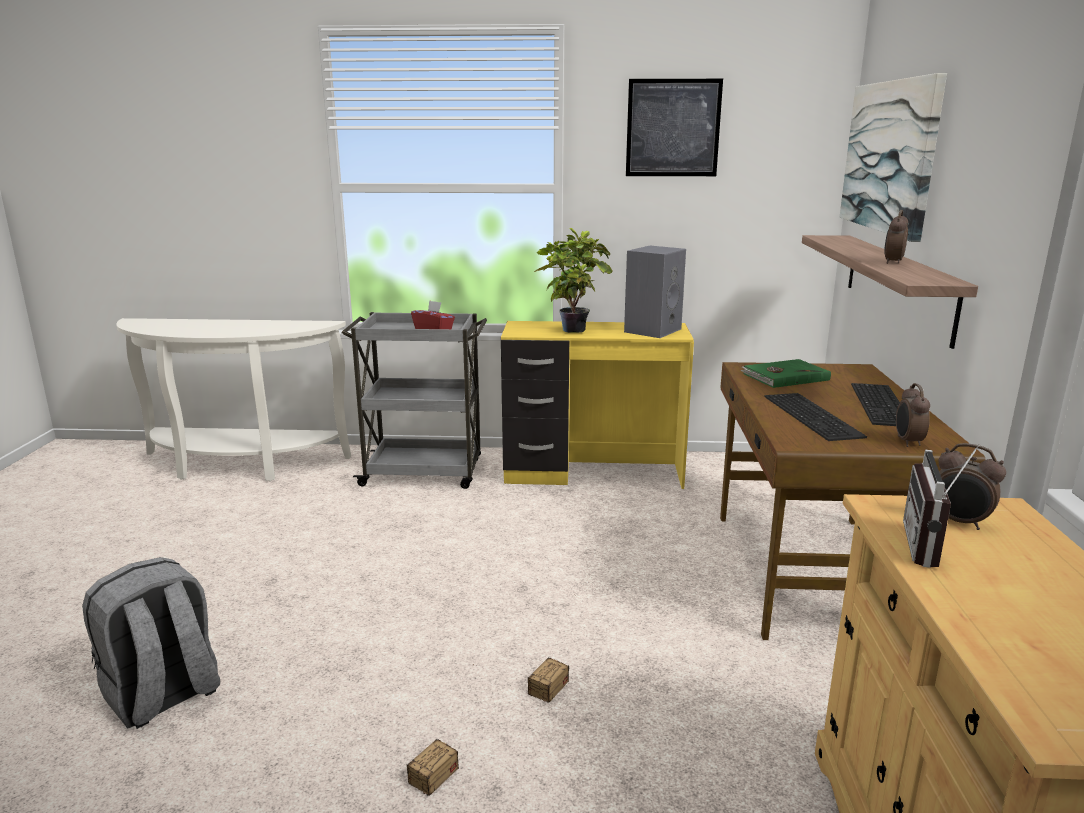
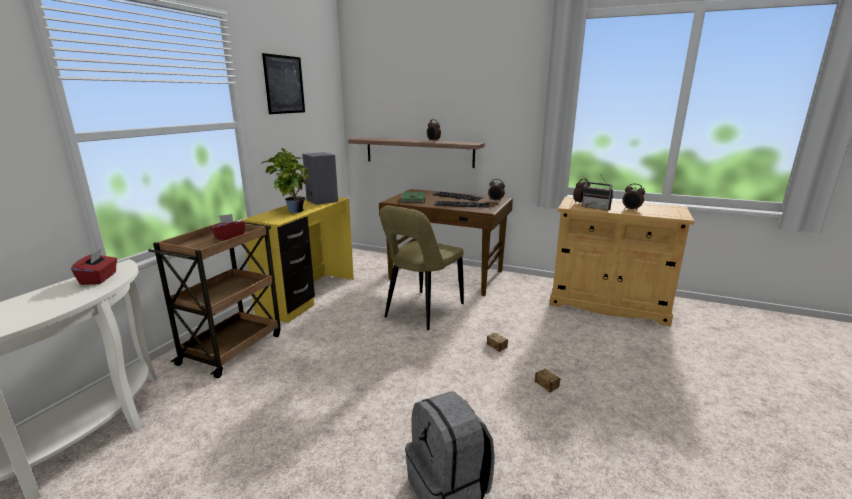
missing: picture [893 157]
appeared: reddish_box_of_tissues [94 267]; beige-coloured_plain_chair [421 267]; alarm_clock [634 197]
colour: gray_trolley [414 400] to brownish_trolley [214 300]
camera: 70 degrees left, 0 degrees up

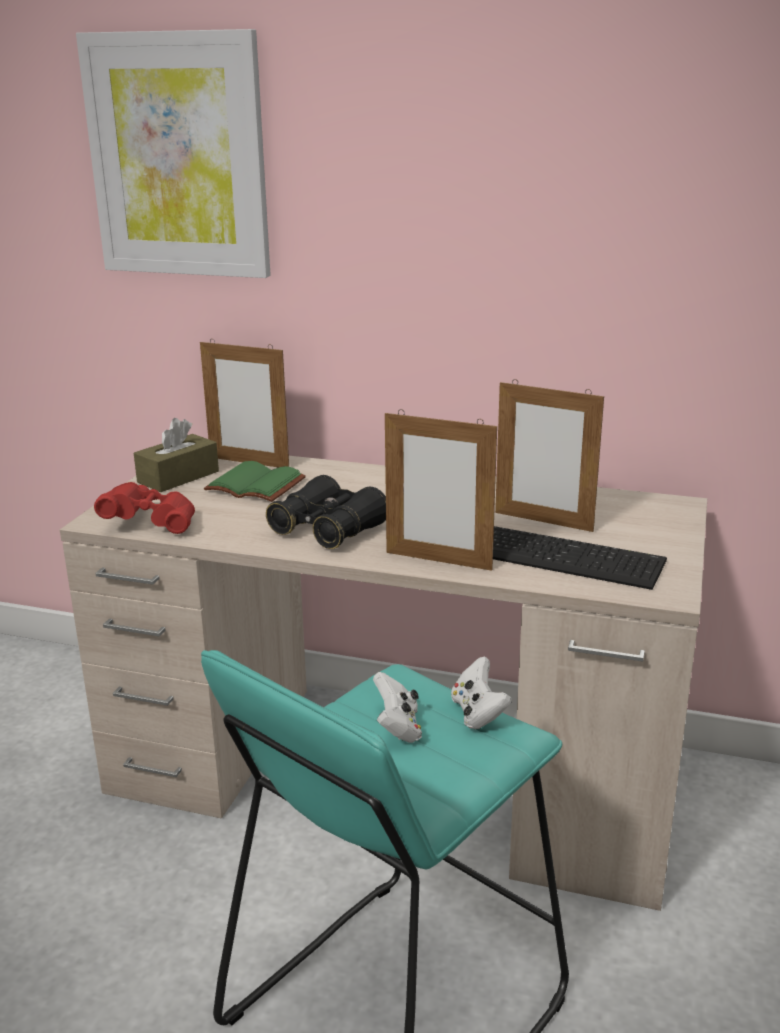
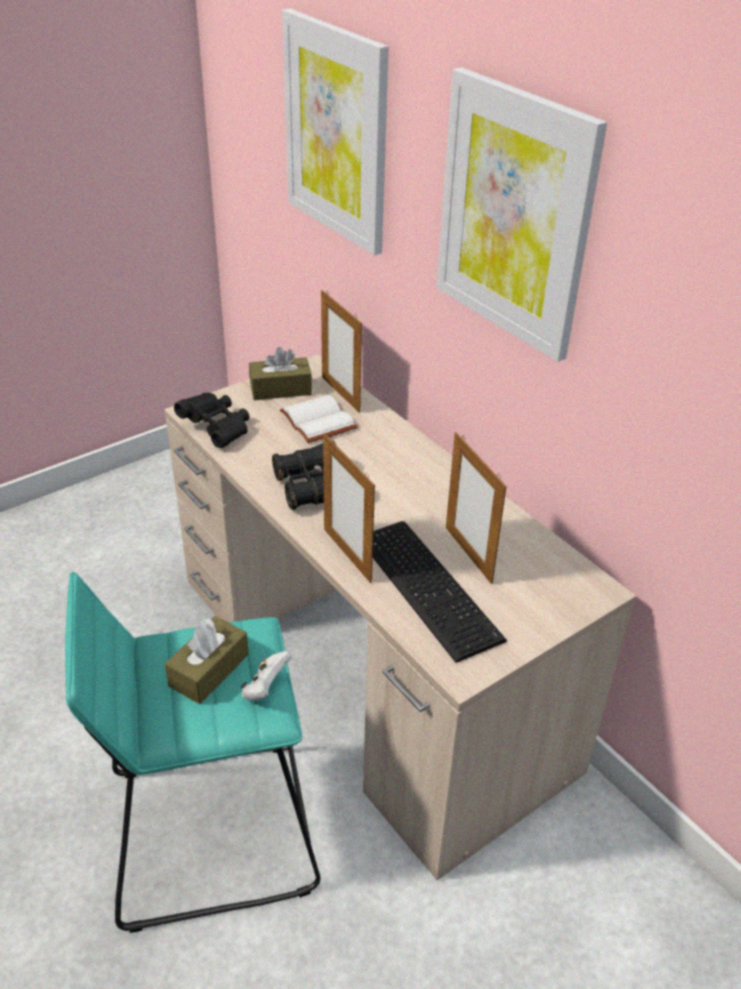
appeared: picture [522 214]
exchanged: white_game_controller [397 707] to brownish_box_of_tissues [207 660]
colour: reddish_field_glasses [144 508] to black_field_glasses [211 420]; greenish_book [255 481] to white_book [319 419]
camera: 35 degrees right, 15 degrees up

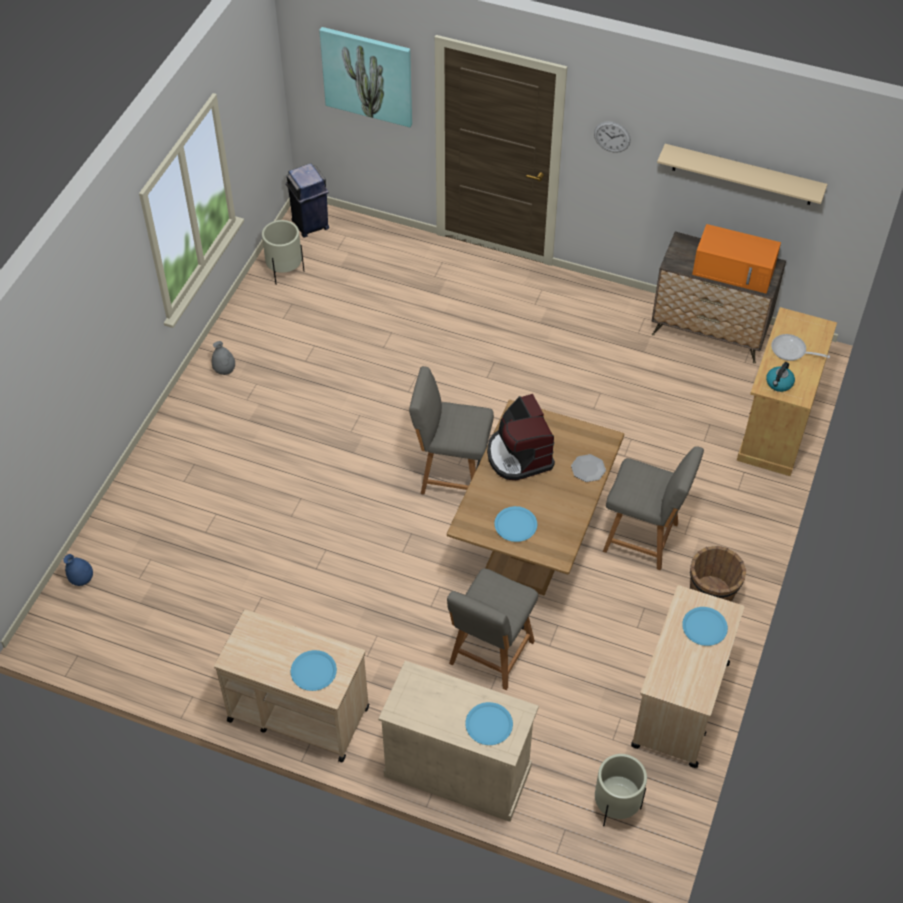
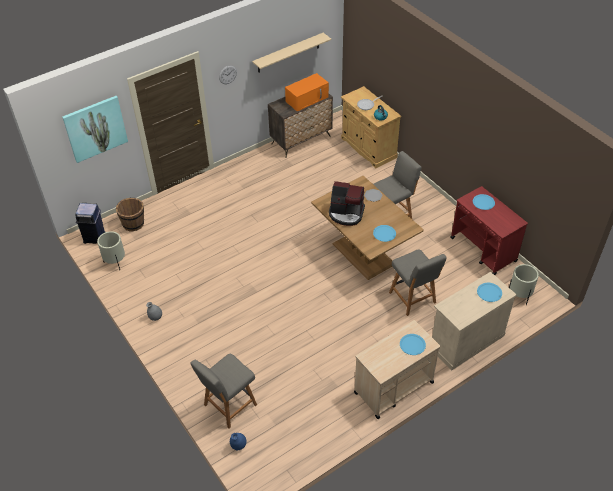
relocated: gray_plain_chair [451 430] to [224 391]; brownish_pail [718 574] to [130 214]
colour: beige-coloured_trolley [687 676] to reddish_trolley [489 230]
camera: 55 degrees left, 5 degrees down

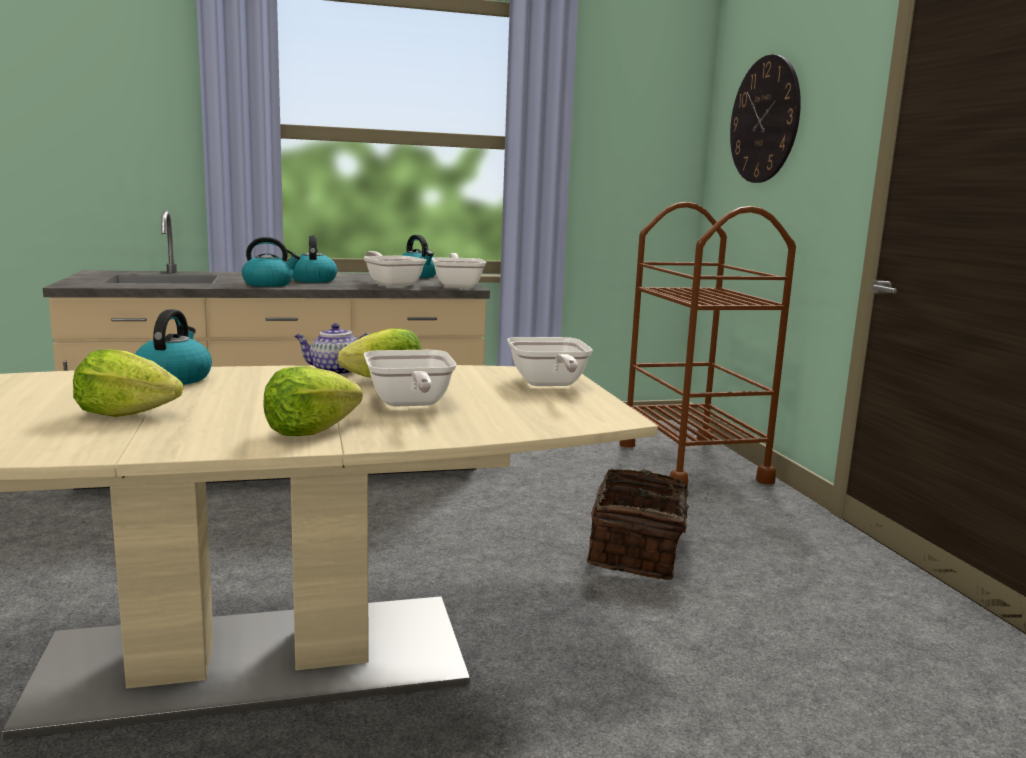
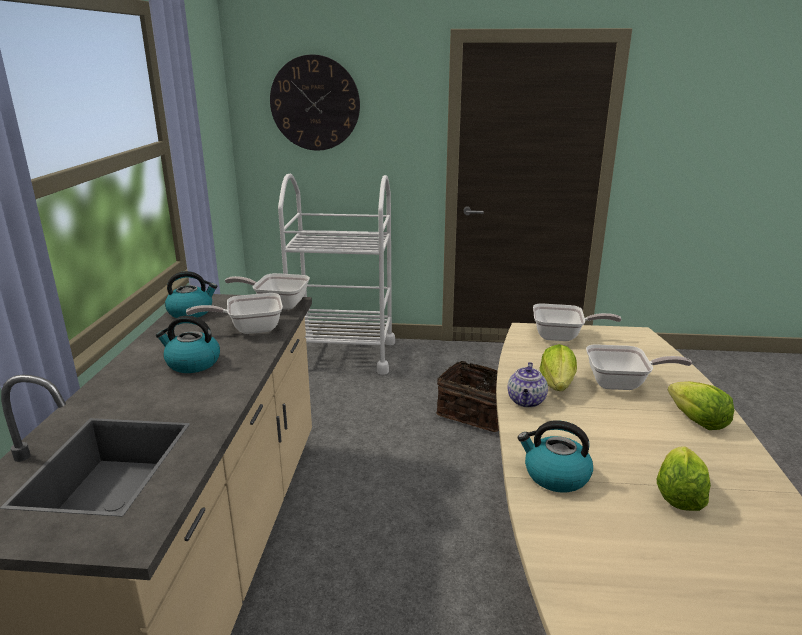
missing: tea_kettle [271 262]
colour: brownish_trolley [707 345] to white_trolley [336 274]
camera: 70 degrees left, 10 degrees up

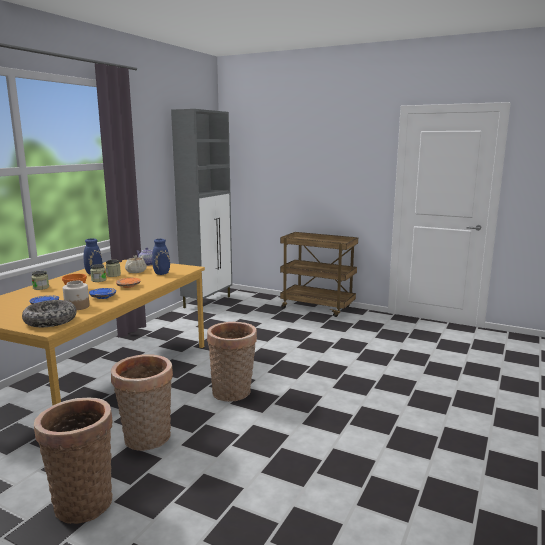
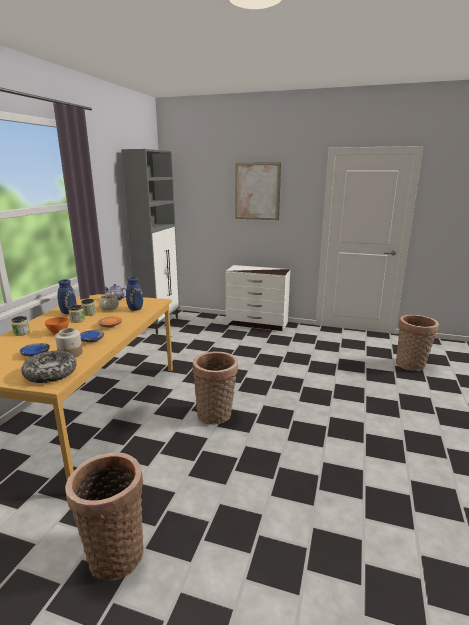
appeared: picture [258 191]
relocated: household_basket [142 402] to [417 343]
exchanged: brownish_trolley [319 274] to white_drawer_chest [258 298]
camera: 10 degrees left, 5 degrees up

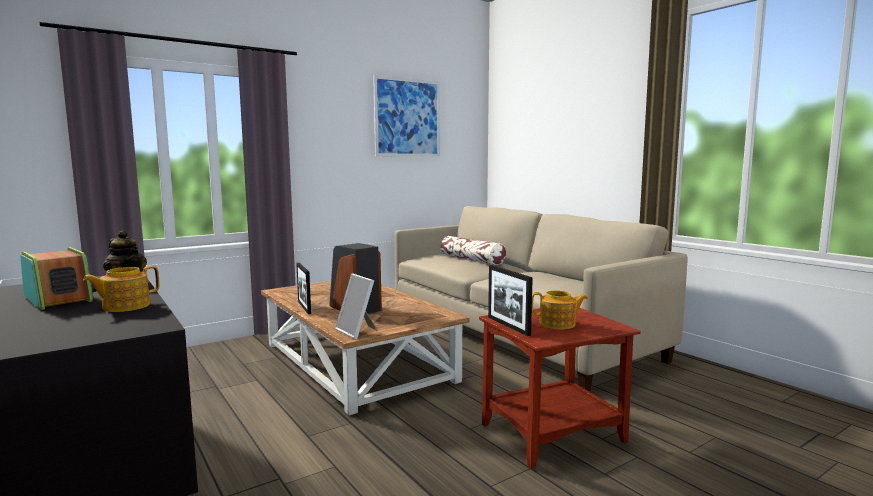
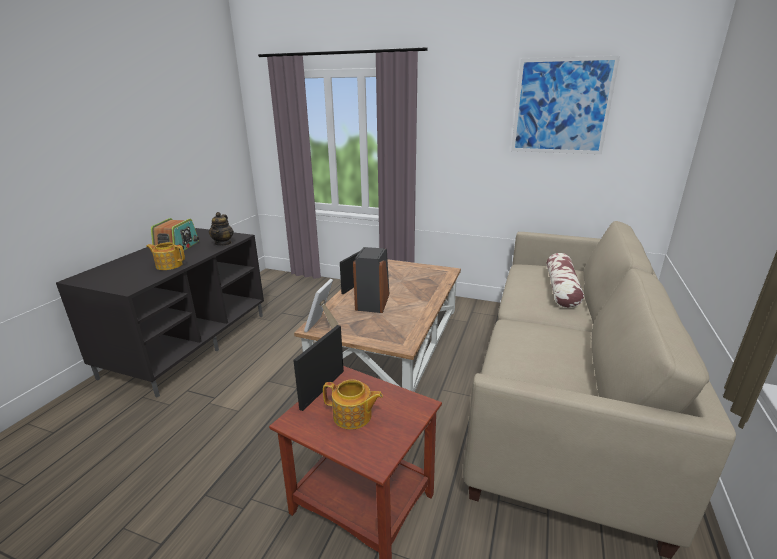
spun: pot_for_tea [560 310] = [353 405] 45 degrees counterclockwise
camera: 55 degrees right, 15 degrees up

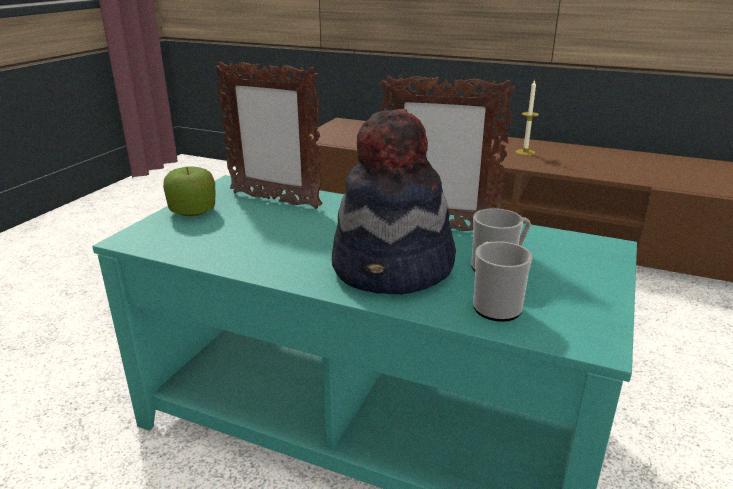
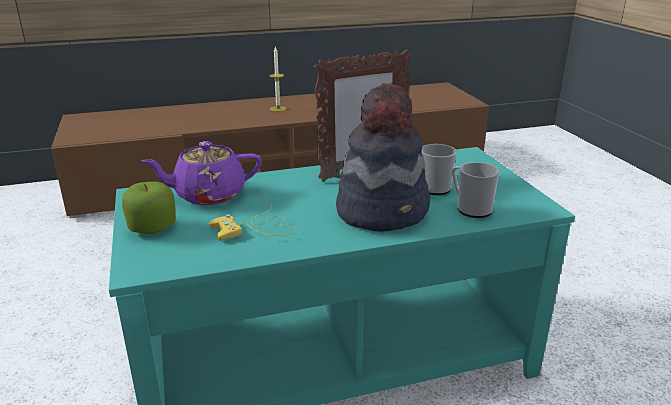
appeared: yellowish_game_controller [253 220]
exchanged: photo_frame [268 135] to purplish_pot_for_tea [201 173]
camera: 40 degrees left, 0 degrees up

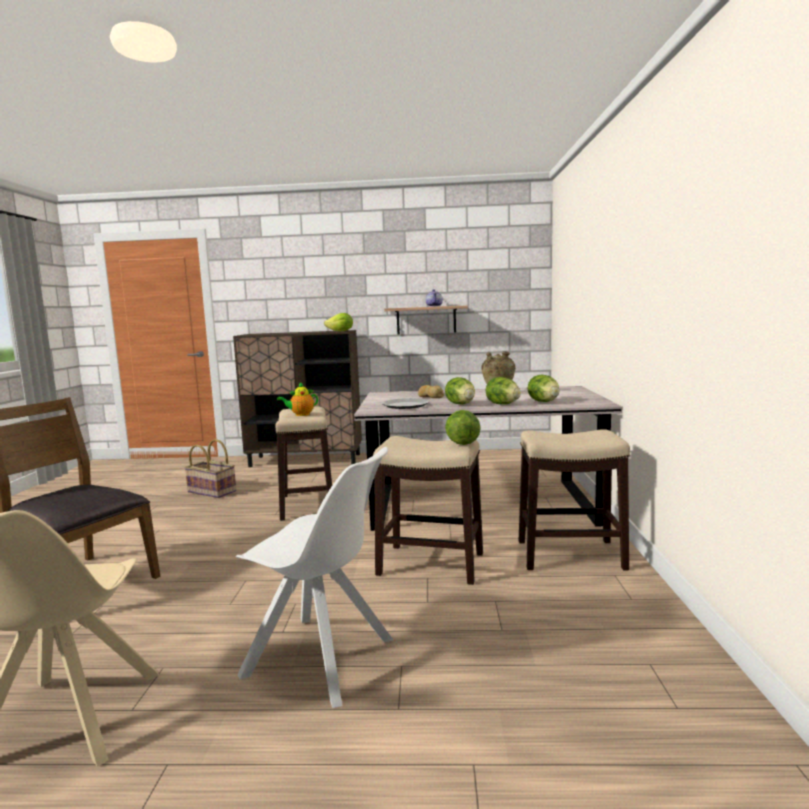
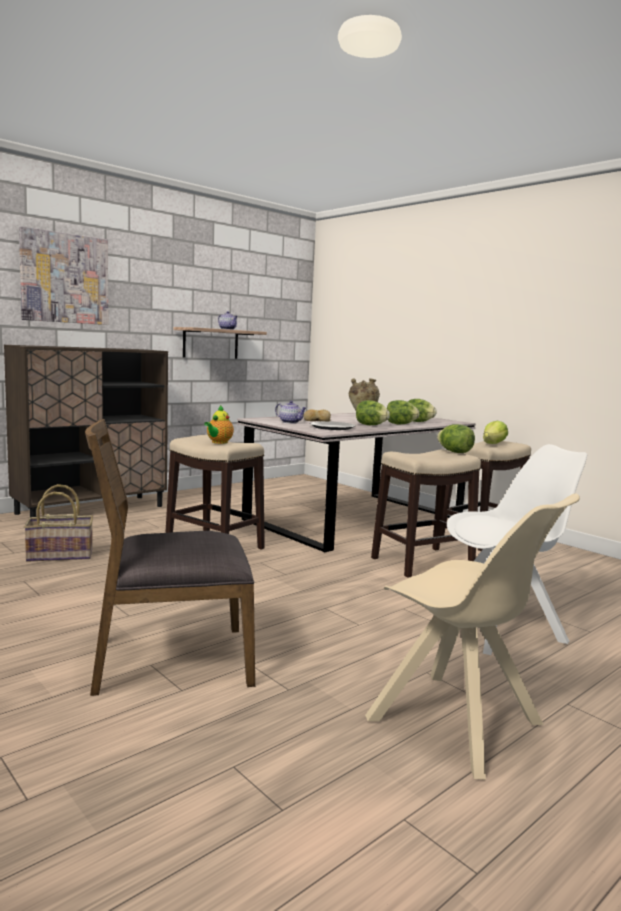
appeared: picture [63 275]; pot_for_tea [290 412]
relocated: head_of_lettuce [338 322] to [495 432]
camera: 45 degrees left, 0 degrees up

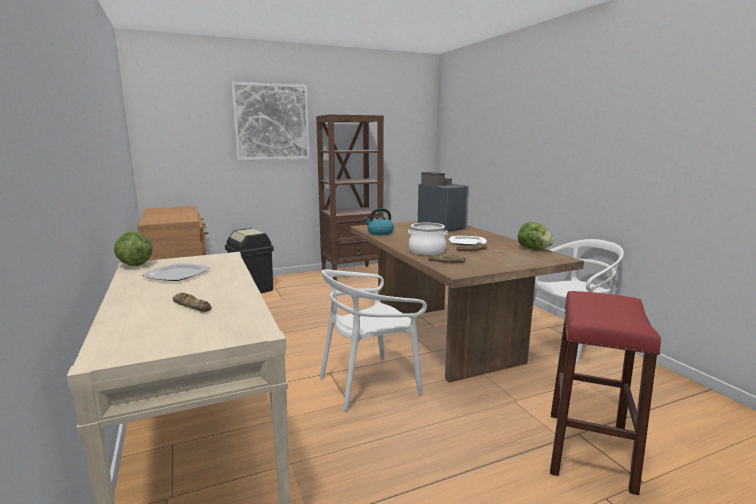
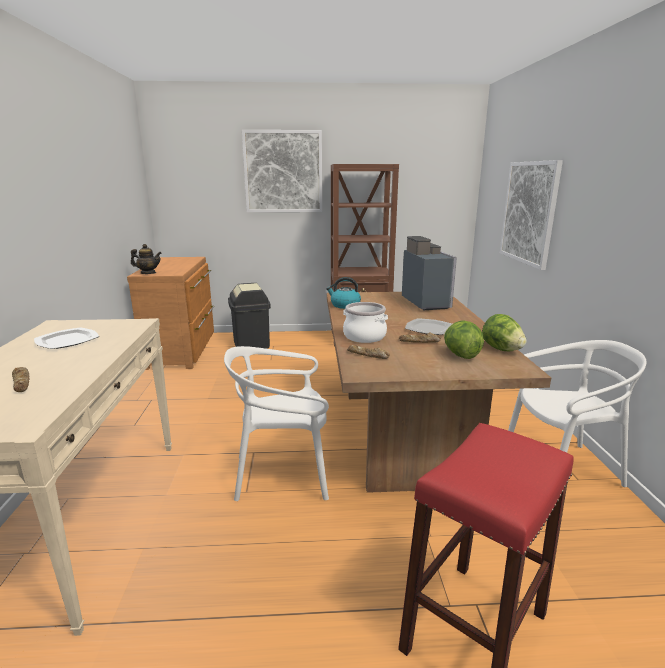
appeared: pot_for_tea [146 259]; picture [531 215]
relocated: head_of_lettuce [133 248] to [464 339]
camera: 20 degrees right, 5 degrees up

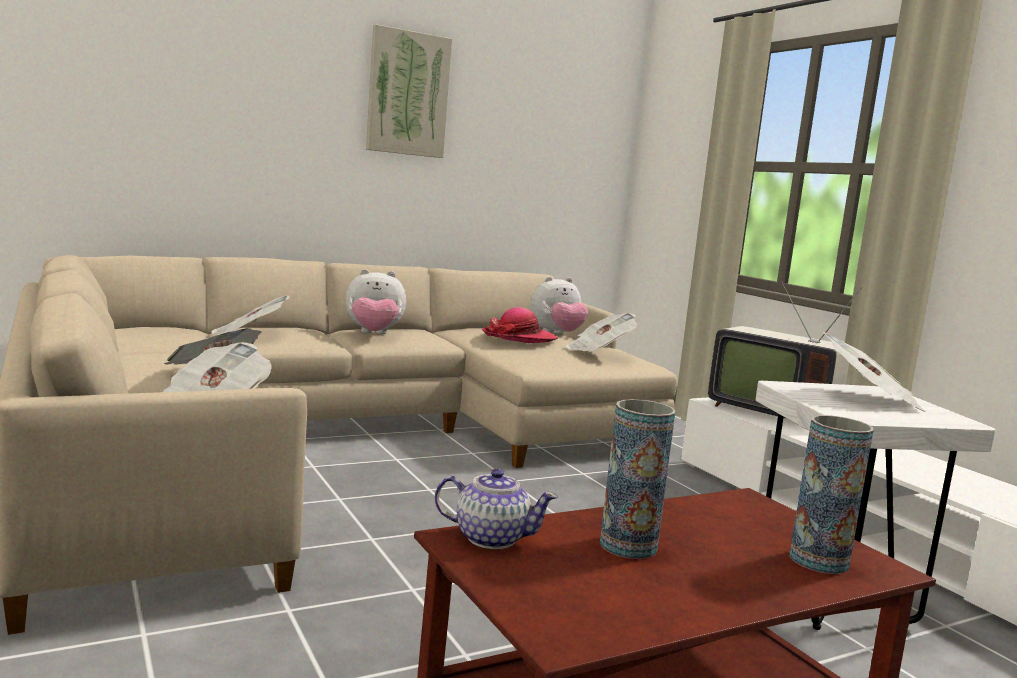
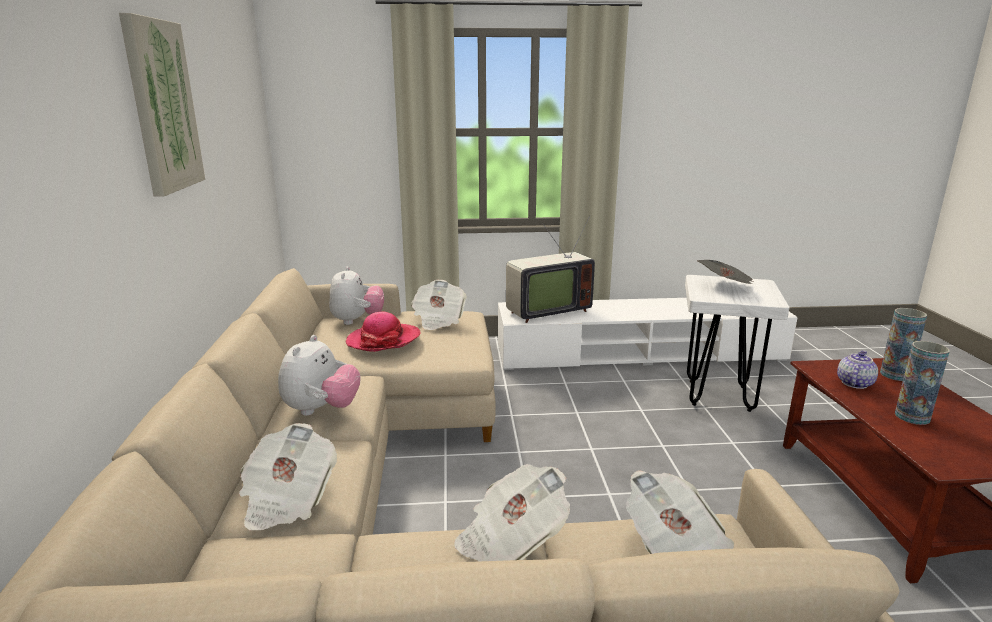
relocated: pot_for_tea [496 508] to [857 369]
camera: 65 degrees left, 10 degrees up

